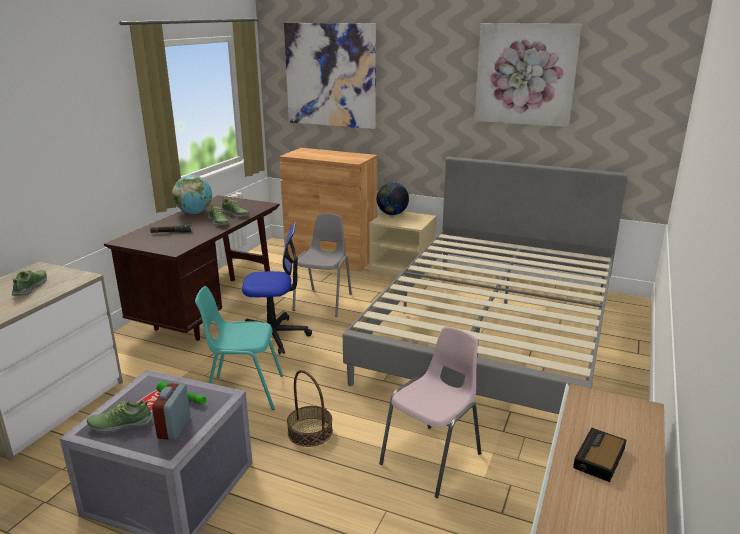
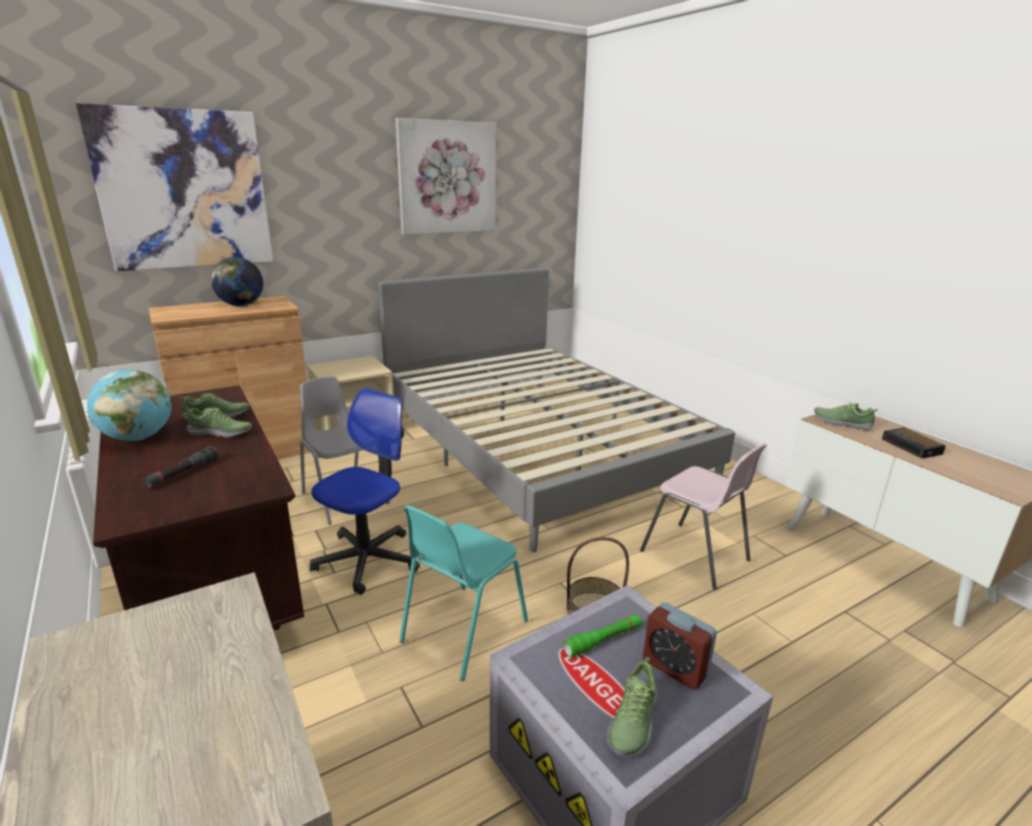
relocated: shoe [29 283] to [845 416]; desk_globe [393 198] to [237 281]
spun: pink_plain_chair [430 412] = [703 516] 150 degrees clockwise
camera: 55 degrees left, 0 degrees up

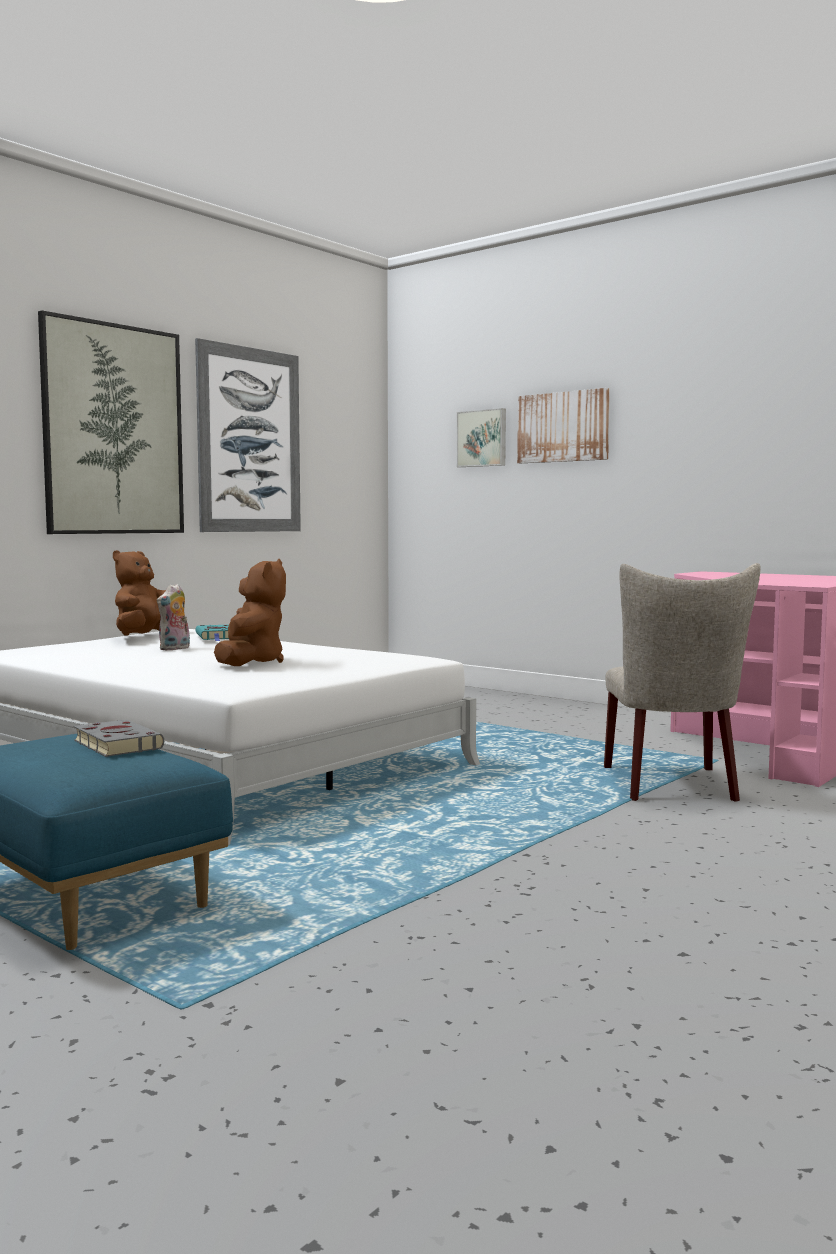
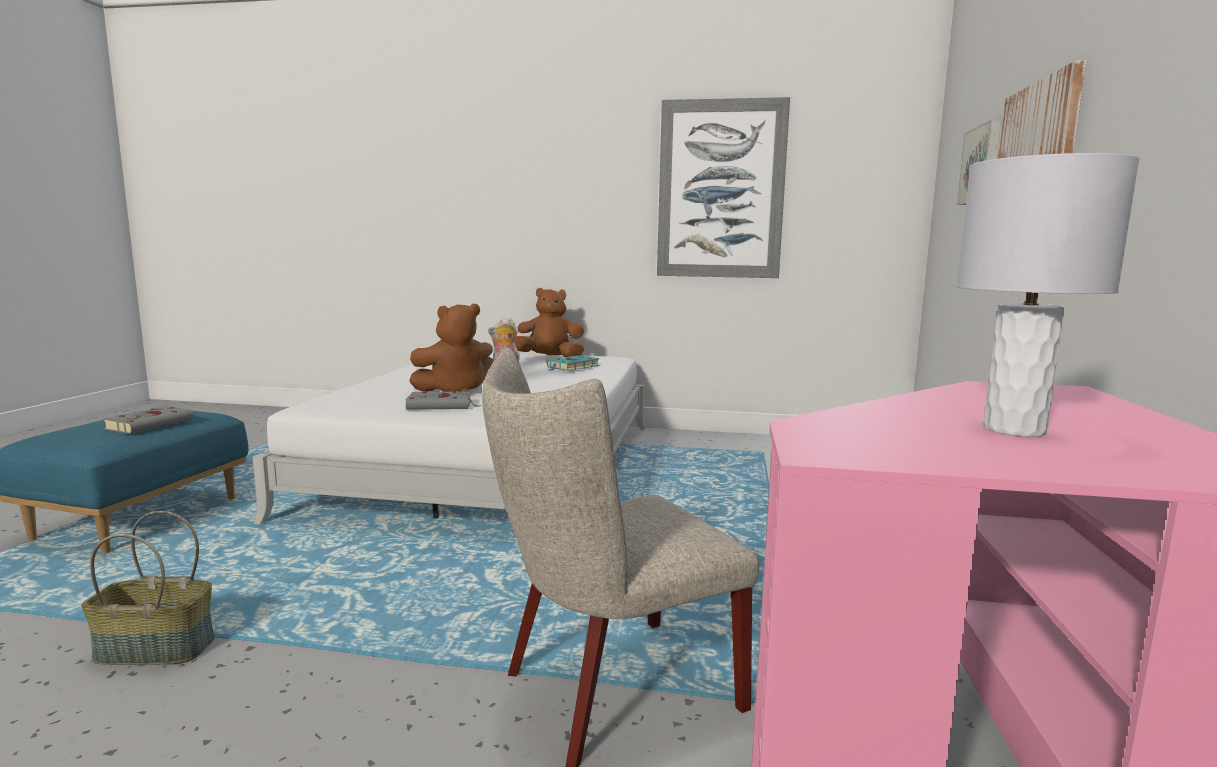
missing: picture [111 422]
appeared: household_basket [147 588]; gray_book [443 400]; gray_tabletop_lamp [1047 295]
camera: 60 degrees right, 5 degrees up

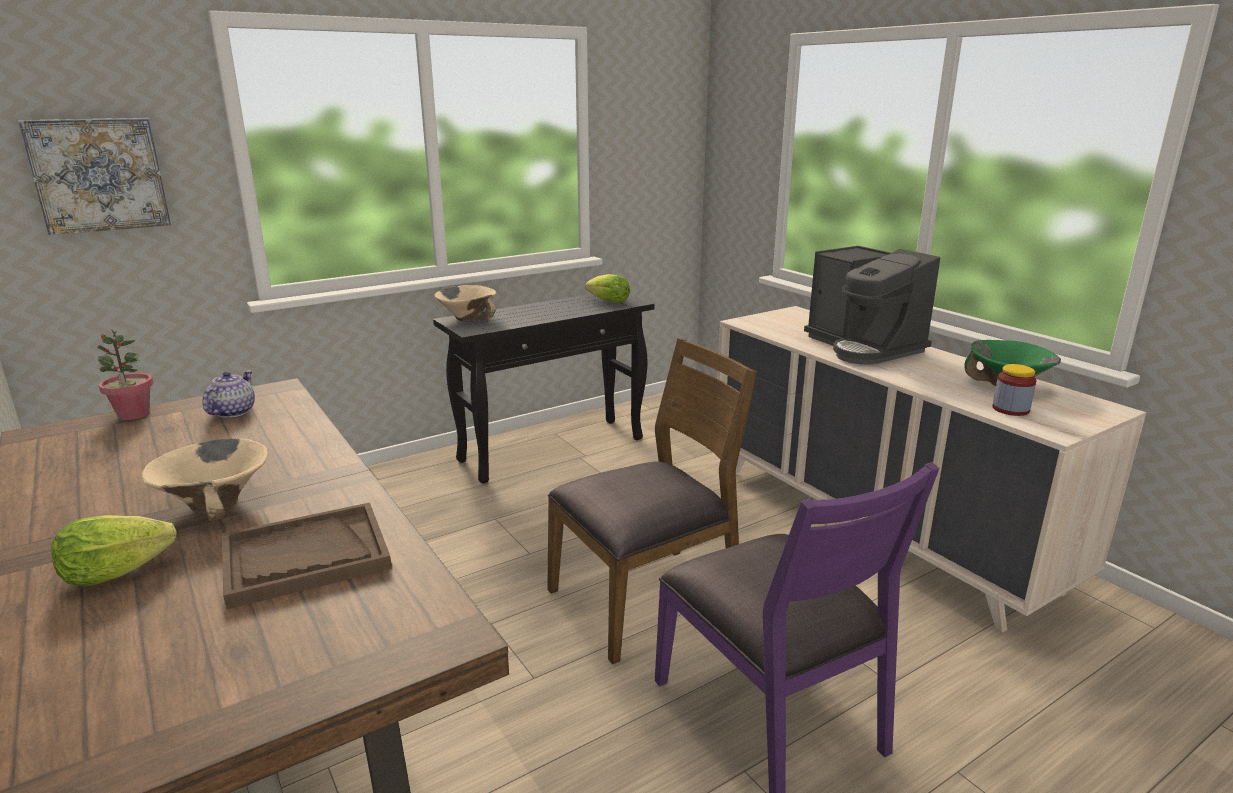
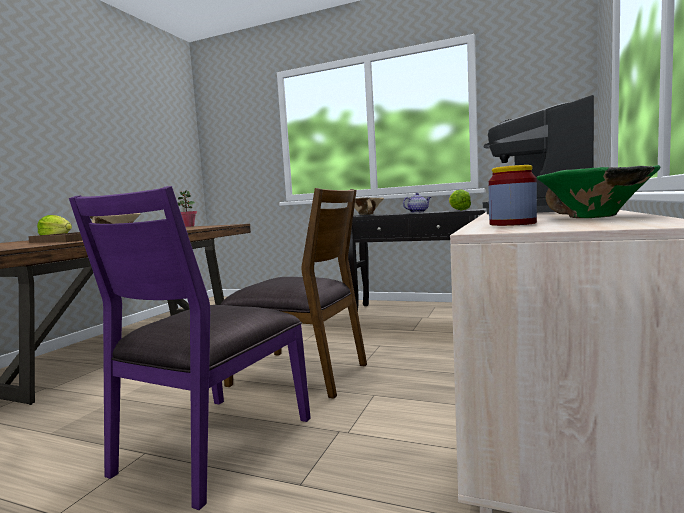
missing: picture [94 176]
relocated: pot_for_tea [228 394] to [417 203]
camera: 55 degrees right, 15 degrees down

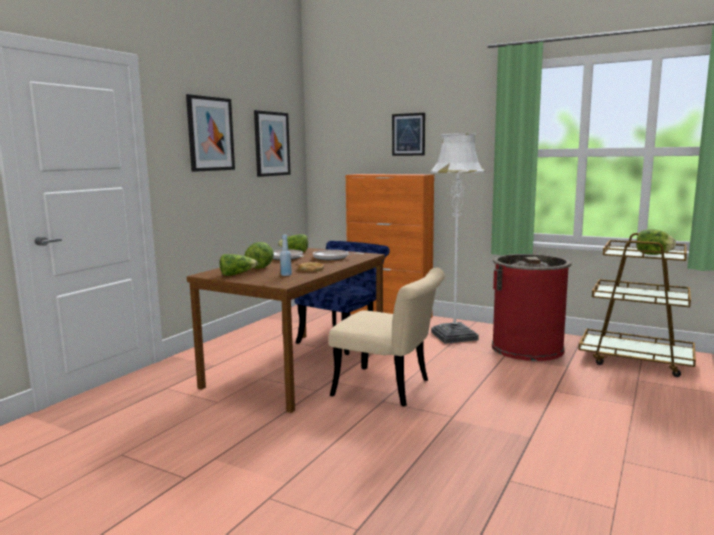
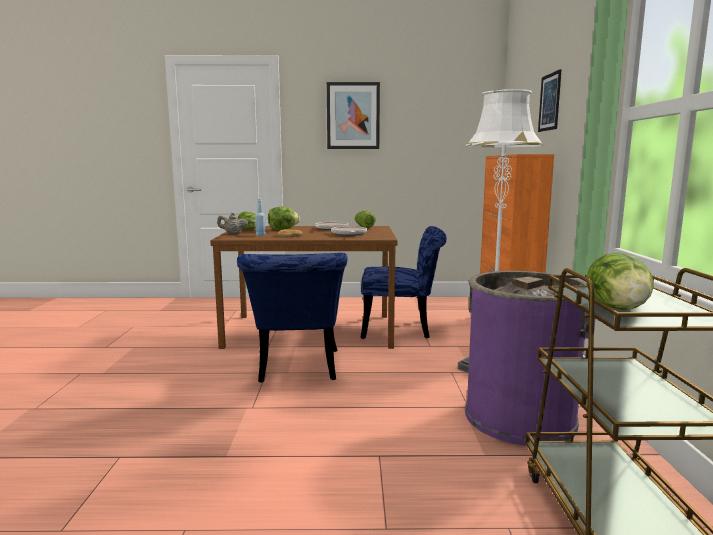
missing: picture [272 143]
appeared: beige-coloured_pot_for_tea [232 223]
colour: beige-coloured_plain_chair [387 337] to blue_plain_chair [292 318]; reddish_waste_bin [532 307] to purplish_waste_bin [530 358]
camera: 60 degrees right, 0 degrees up

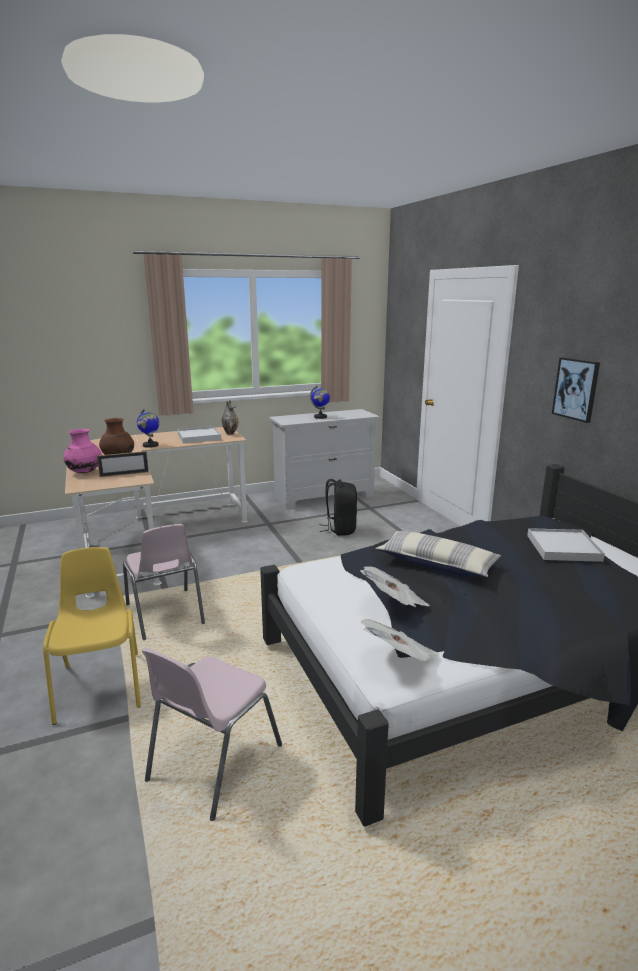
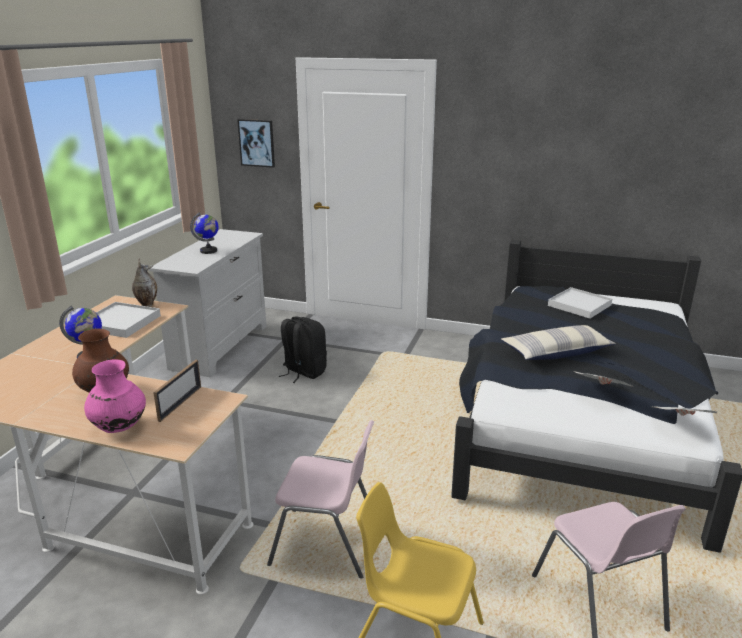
relocated: picture [576 390] to [256 143]
camera: 50 degrees left, 5 degrees up

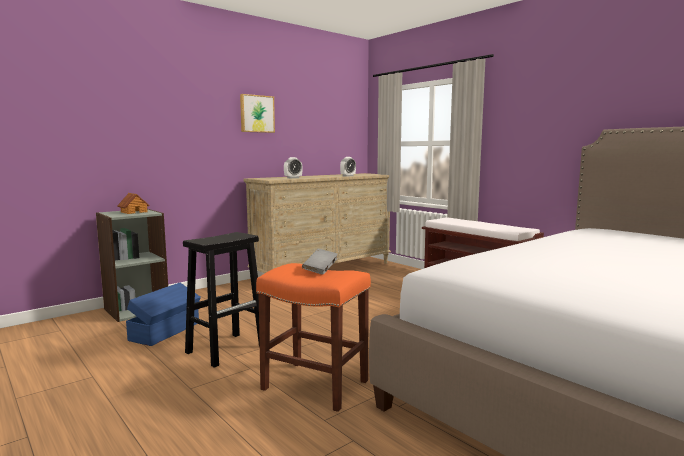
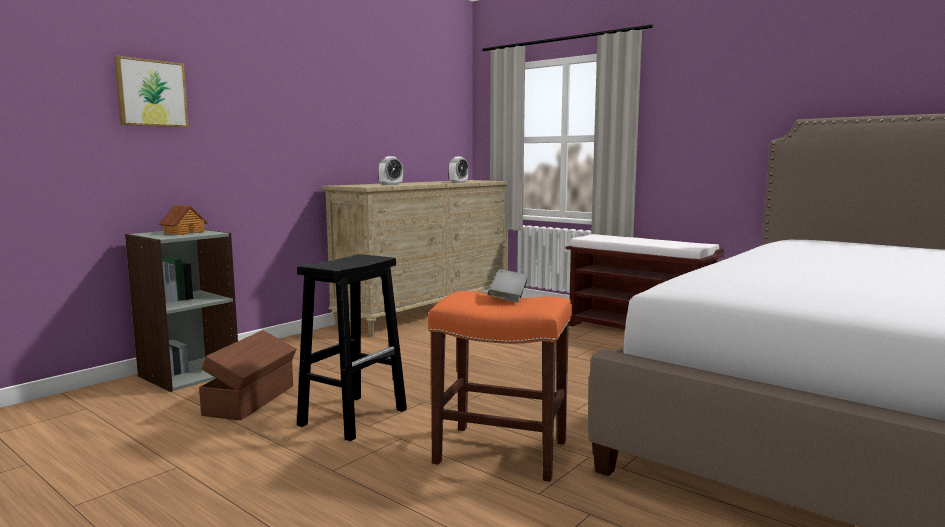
relocated: picture [257 113] to [151 91]
colour: blue_storage_box [163 314] to brownish_storage_box [247 375]
camera: 10 degrees left, 0 degrees up

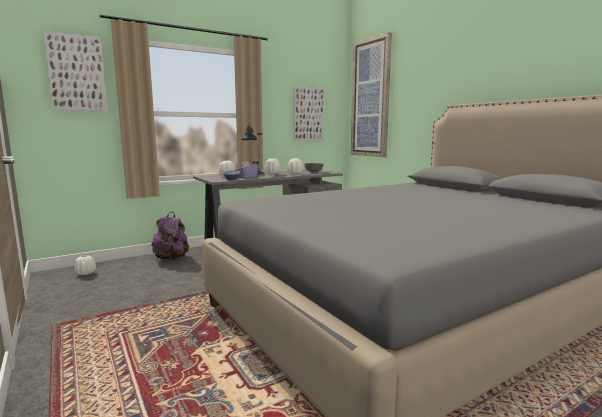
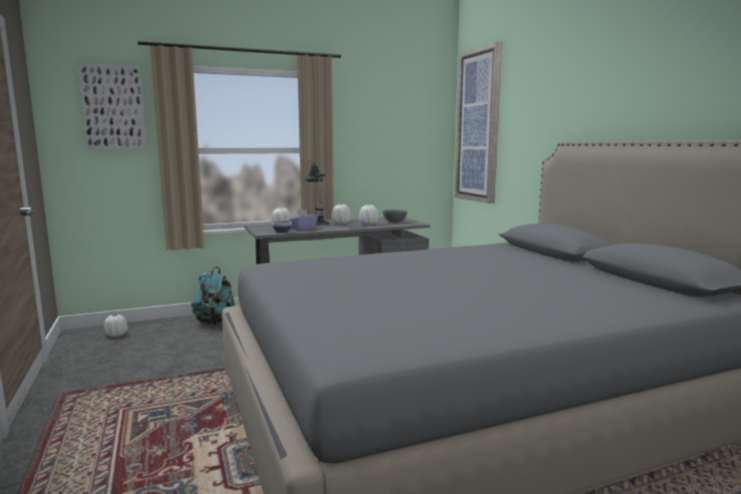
missing: picture [308 113]
colour: purplish_rucksack [170 235] to turquoise_rucksack [213 296]
camera: 10 degrees right, 0 degrees up

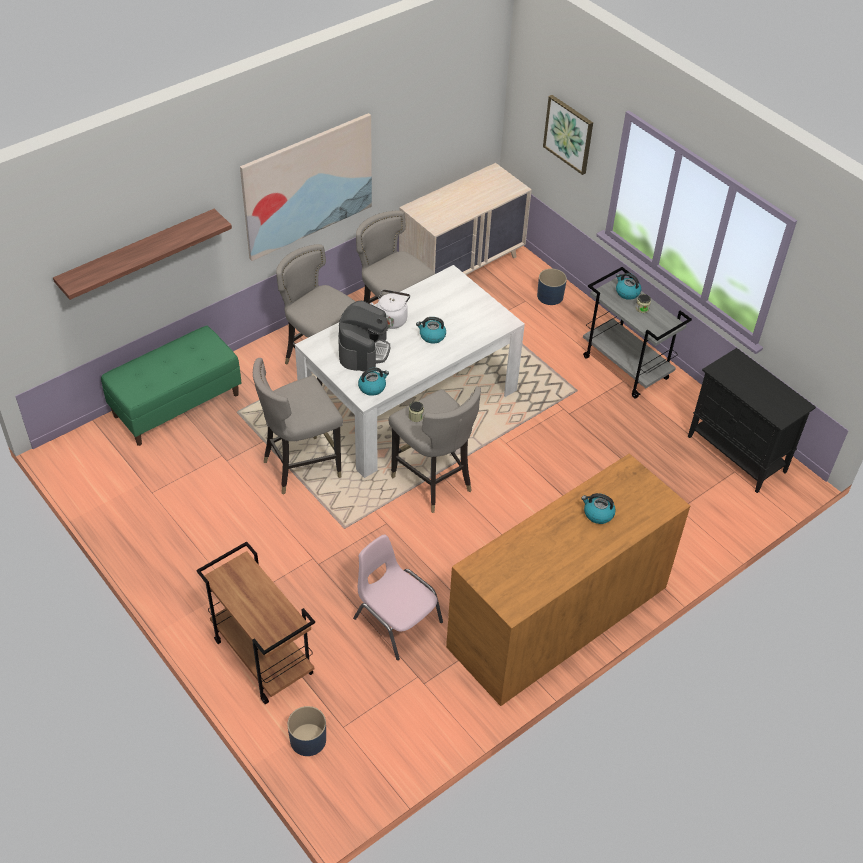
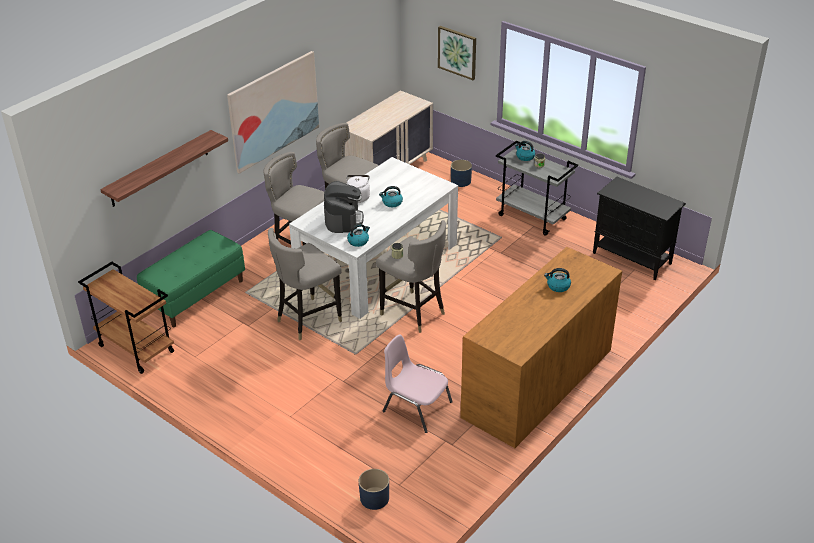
relocated: brownish_trolley [255 622] to [126 318]
camera: 10 degrees left, 10 degrees down

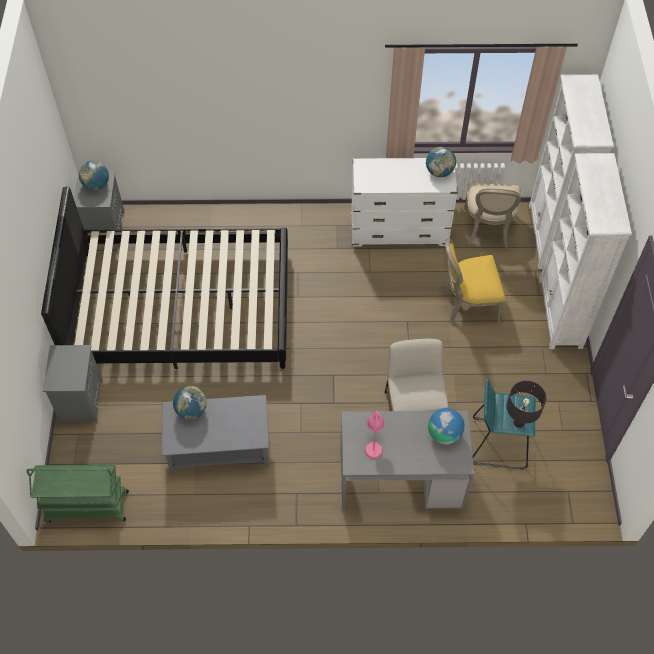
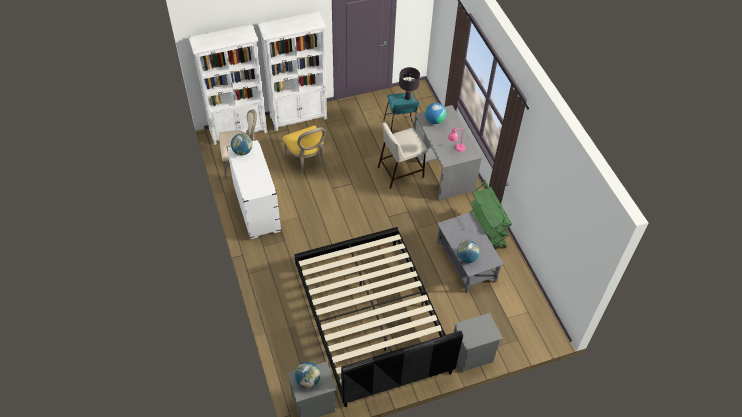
relocated: greenish_trolley [77 494] to [491 214]
camera: 110 degrees left, 5 degrees down

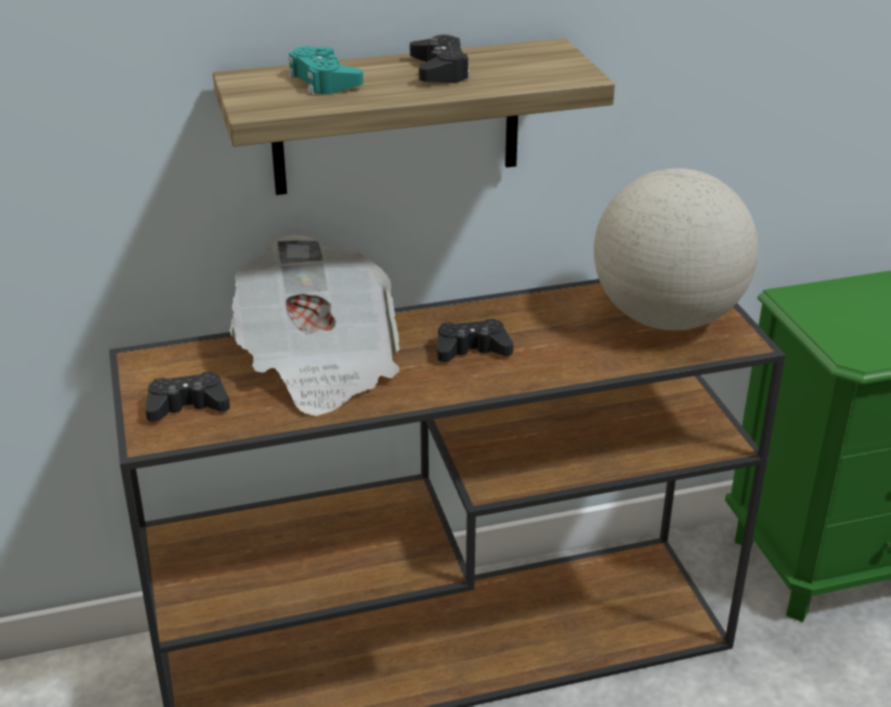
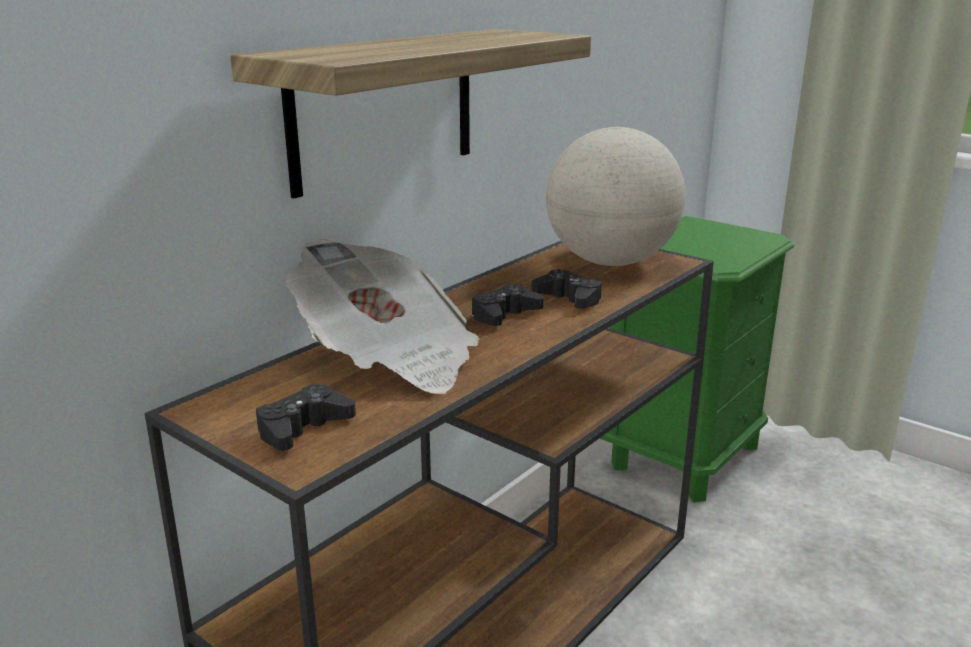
missing: turquoise_game_controller [325 70]
relocated: black_game_controller [440 58] to [566 289]
camera: 35 degrees left, 10 degrees down

